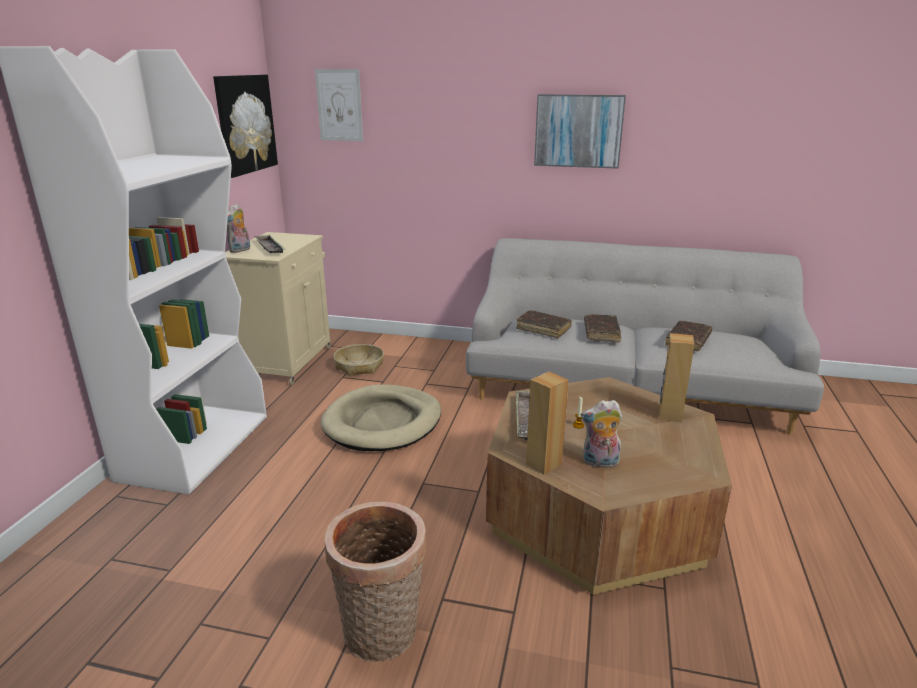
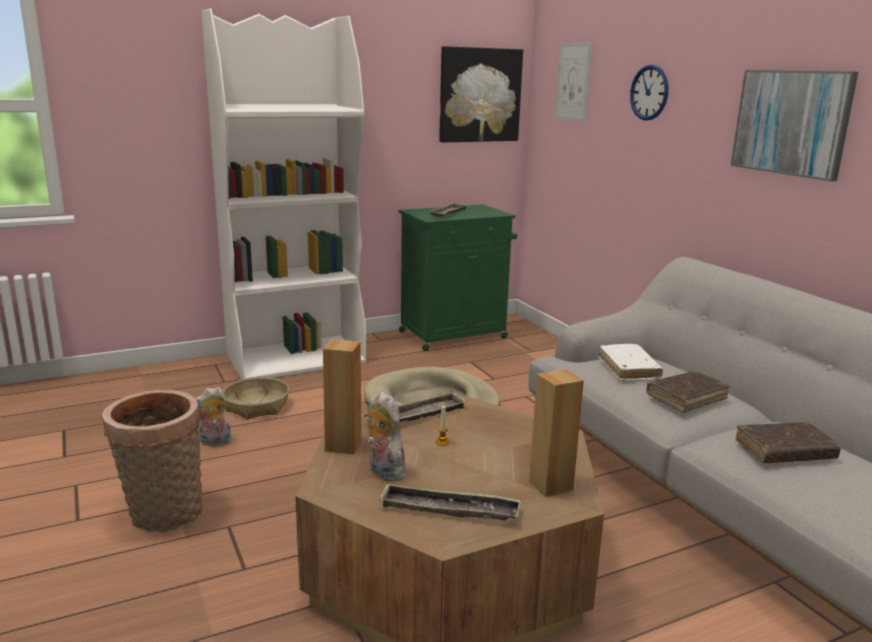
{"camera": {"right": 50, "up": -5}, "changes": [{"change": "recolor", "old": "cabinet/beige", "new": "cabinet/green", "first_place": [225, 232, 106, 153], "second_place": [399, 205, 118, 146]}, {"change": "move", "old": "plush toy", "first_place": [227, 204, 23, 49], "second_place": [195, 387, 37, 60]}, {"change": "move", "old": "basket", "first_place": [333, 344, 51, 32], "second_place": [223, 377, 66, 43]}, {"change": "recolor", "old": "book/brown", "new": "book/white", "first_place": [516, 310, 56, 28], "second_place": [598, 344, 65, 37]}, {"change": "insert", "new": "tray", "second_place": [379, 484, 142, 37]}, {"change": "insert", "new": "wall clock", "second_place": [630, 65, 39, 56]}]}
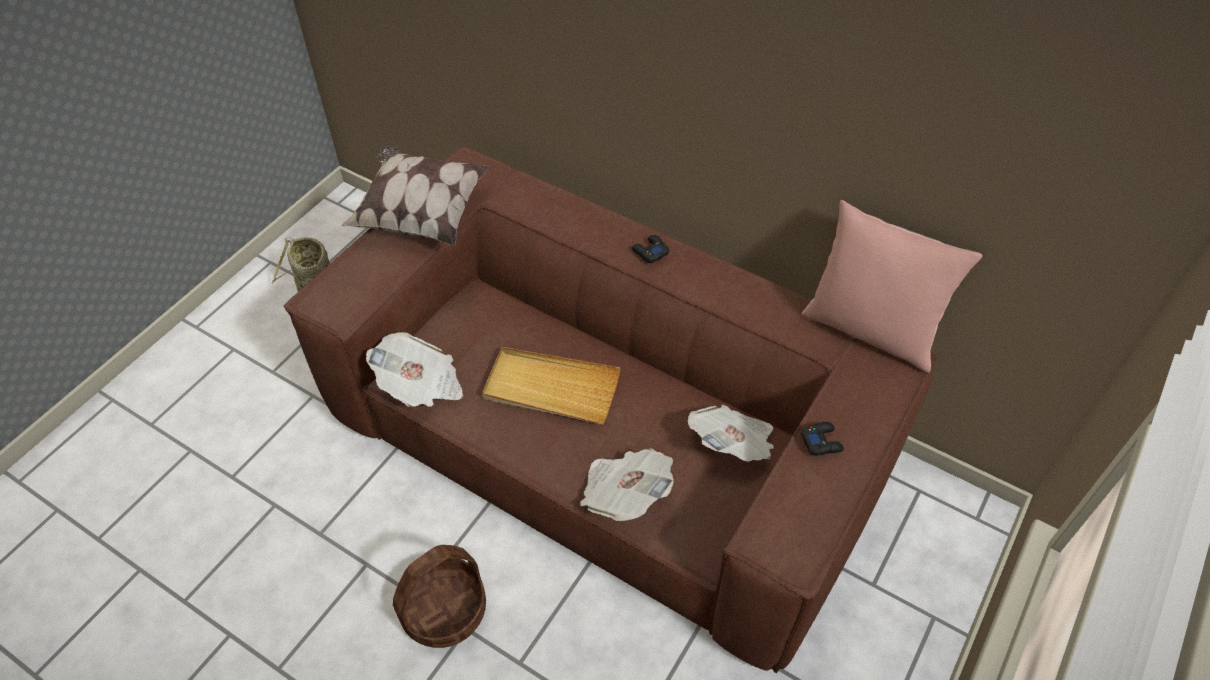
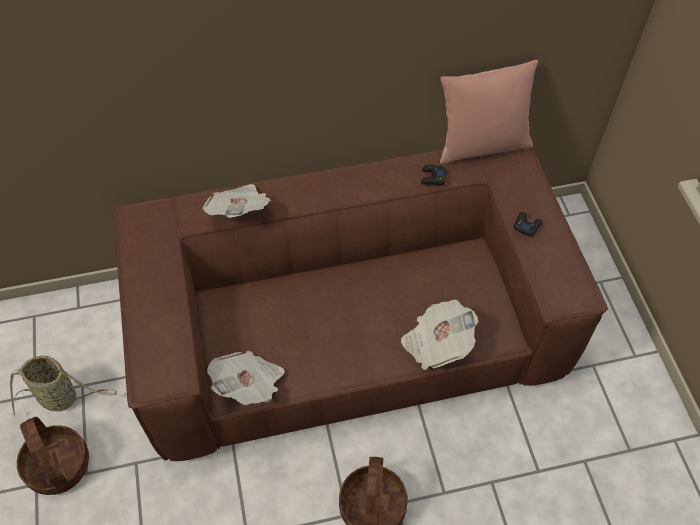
{"camera": {"right": -45, "up": 5}, "changes": [{"change": "delete", "old": "pillow", "first_place": [342, 146, 148, 100]}, {"change": "delete", "old": "tray/beige", "first_place": [482, 347, 139, 78]}, {"change": "move", "old": "game controller/black", "first_place": [632, 235, 37, 28], "second_place": [421, 165, 26, 20]}, {"change": "move", "old": "newspaper", "first_place": [688, 405, 86, 57], "second_place": [202, 184, 69, 34]}, {"change": "insert", "new": "basket", "second_place": [17, 417, 72, 78]}]}
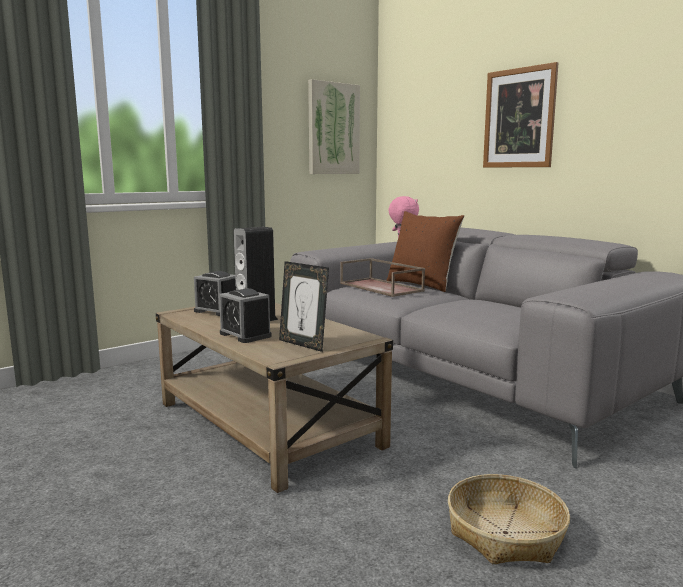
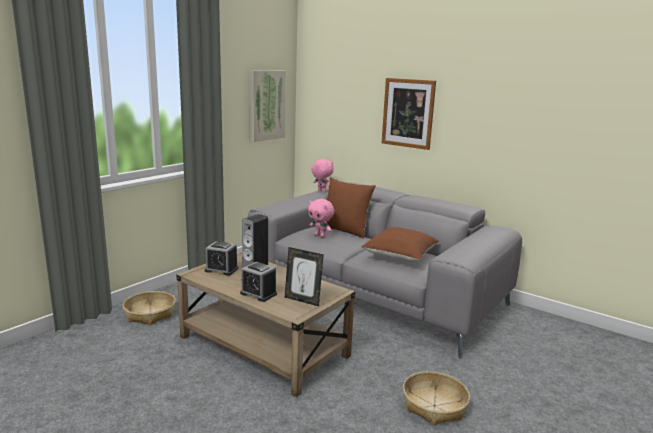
{"camera": {"right": -15, "up": 5}, "changes": [{"change": "replace", "old": "tray/brown", "new": "plush toy/pink", "first_place": [340, 258, 85, 39], "second_place": [308, 199, 26, 39]}, {"change": "insert", "new": "basket", "second_place": [123, 291, 53, 34]}, {"change": "insert", "new": "pillow/brown", "second_place": [361, 227, 78, 35]}]}
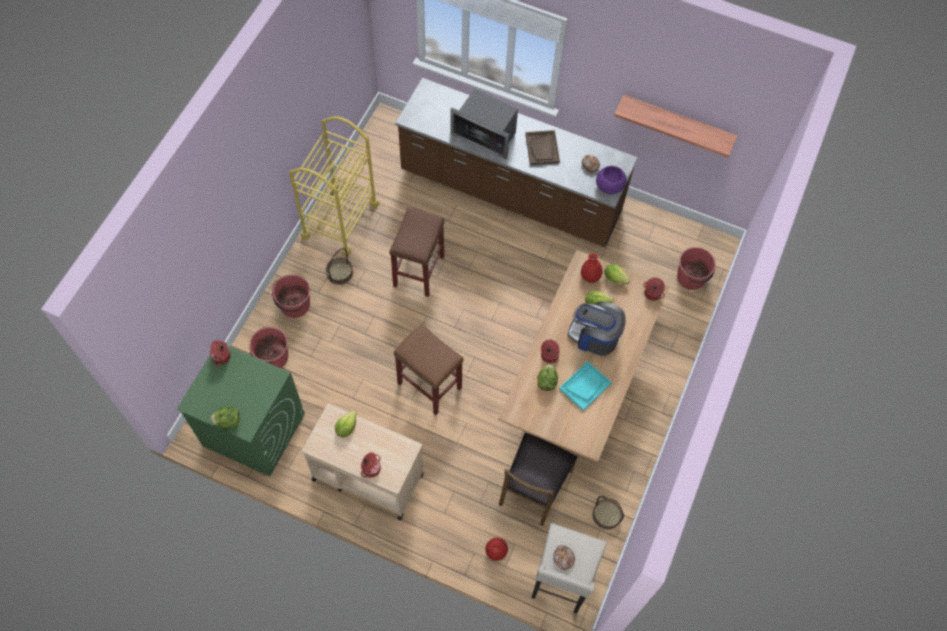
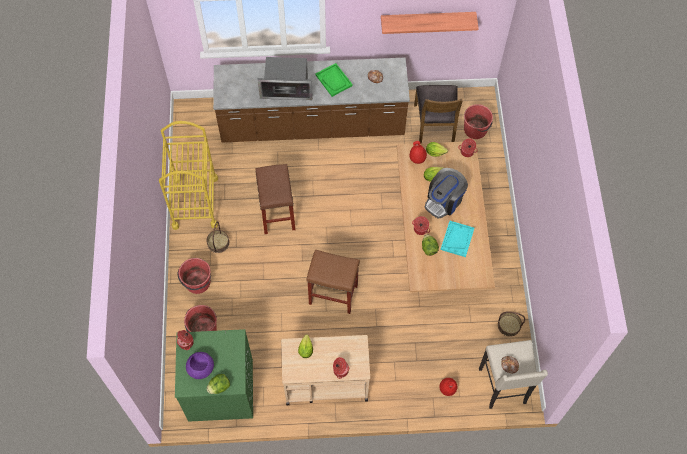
{"camera": {"right": -25, "up": 0}, "changes": [{"change": "move", "old": "chair/brown", "first_place": [499, 433, 79, 93], "second_place": [414, 85, 49, 58]}, {"change": "recolor", "old": "tray/brown", "new": "tray/green", "first_place": [525, 130, 35, 35], "second_place": [316, 63, 37, 34]}, {"change": "rotate", "old": "coffee machine", "first_place": [568, 302, 58, 54], "second_place": [425, 168, 43, 51], "degrees": -45}, {"change": "move", "old": "bowl/purple", "first_place": [596, 166, 31, 28], "second_place": [186, 352, 28, 27]}]}
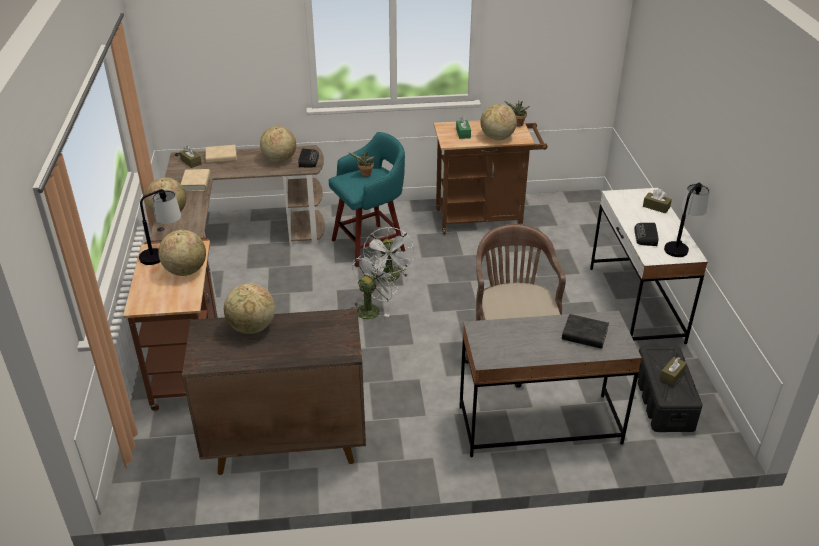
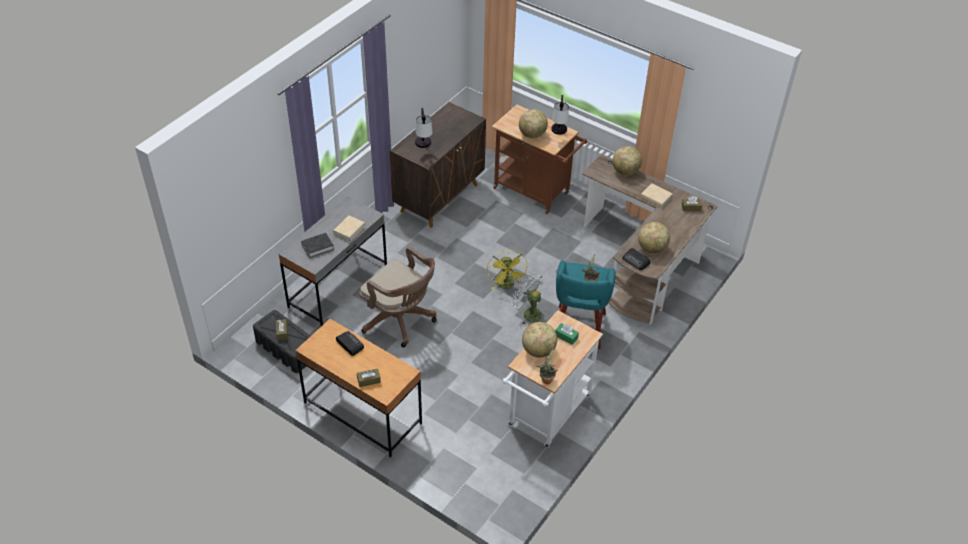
{"camera": {"right": 130, "up": 10}, "changes": [{"change": "move", "old": "book/beige", "first_place": [206, 145, 31, 19], "second_place": [333, 215, 32, 27]}, {"change": "delete", "old": "globe", "first_place": [224, 283, 51, 51]}, {"change": "recolor", "old": "fan/white", "new": "fan/yellow", "first_place": [349, 253, 48, 66], "second_place": [487, 250, 41, 39]}, {"change": "recolor", "old": "cart/brown", "new": "cart/white", "first_place": [434, 120, 114, 115], "second_place": [503, 310, 100, 138]}, {"change": "recolor", "old": "desk/white", "new": "desk/brown", "first_place": [590, 188, 118, 156], "second_place": [295, 319, 127, 138]}, {"change": "move", "old": "table lamp", "first_place": [664, 182, 46, 75], "second_place": [415, 108, 18, 40]}]}
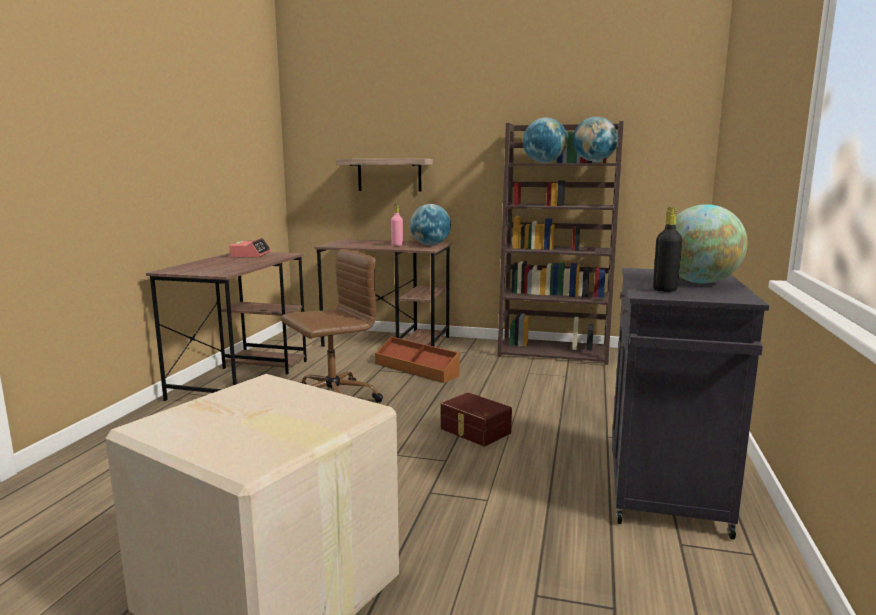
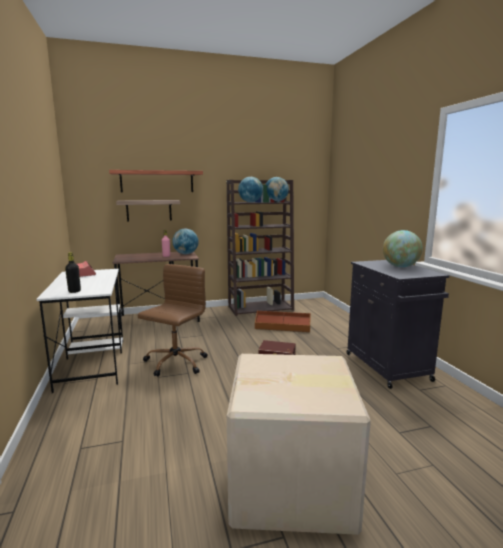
{"camera": {"right": -30, "up": 0}, "changes": [{"change": "recolor", "old": "desk/brown", "new": "desk/white", "first_place": [146, 252, 161, 149], "second_place": [36, 269, 87, 124]}, {"change": "move", "old": "storage box/brown", "first_place": [375, 336, 85, 47], "second_place": [255, 311, 56, 21]}, {"change": "move", "old": "bottle/black", "first_place": [653, 207, 30, 85], "second_place": [65, 252, 16, 41]}, {"change": "insert", "new": "shelf", "second_place": [109, 170, 94, 23]}]}
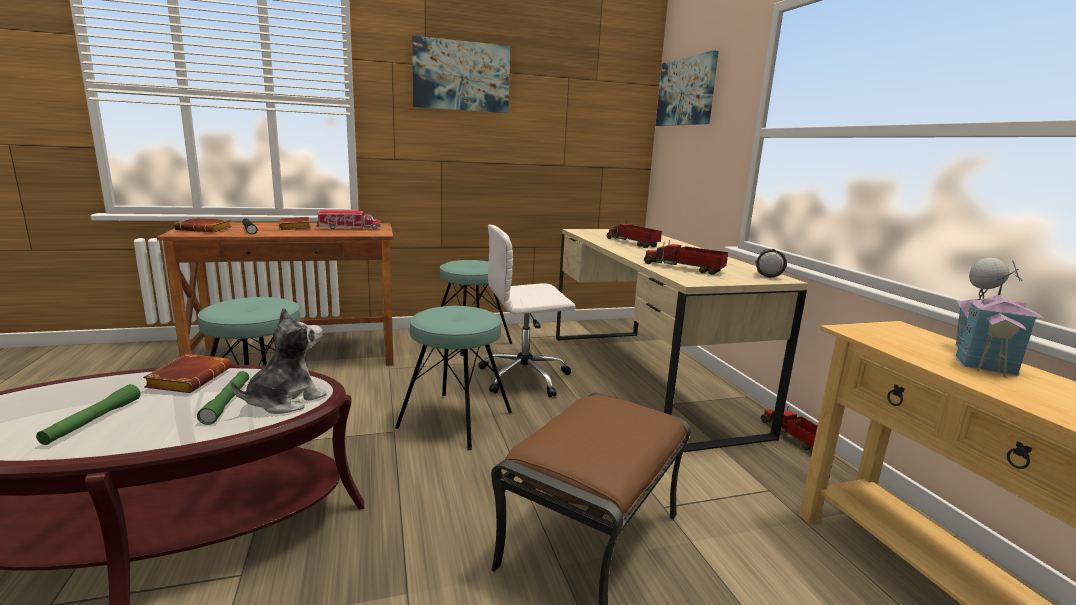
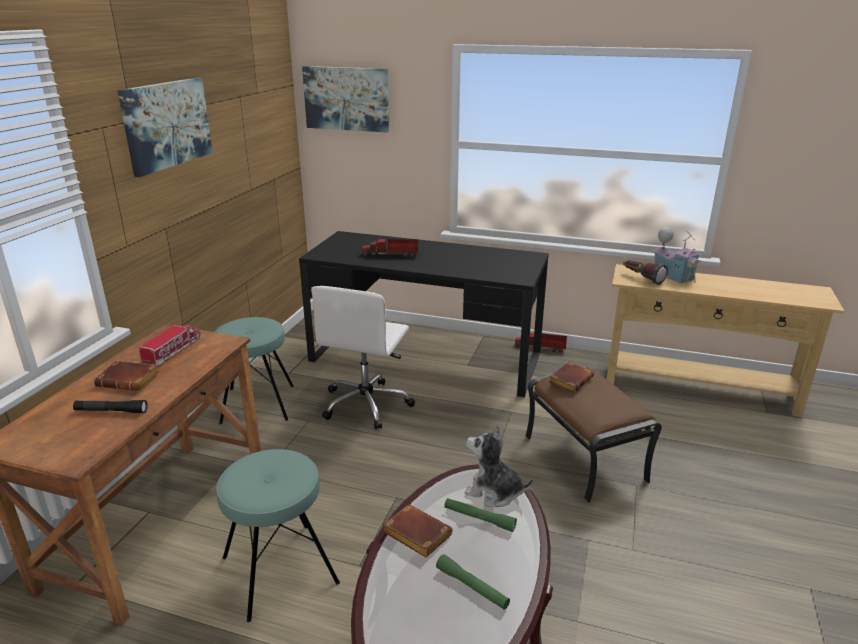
{"camera": {"right": -55, "up": 10}, "changes": [{"change": "move", "old": "book/brown", "first_place": [174, 218, 58, 14], "second_place": [549, 362, 45, 31]}, {"change": "rotate", "old": "plush toy", "first_place": [231, 307, 96, 107], "second_place": [465, 426, 68, 81], "degrees": -45}, {"change": "delete", "old": "stool/turquoise", "first_place": [395, 306, 117, 144]}, {"change": "recolor", "old": "desk/beige", "new": "desk/black", "first_place": [556, 229, 252, 223], "second_place": [299, 231, 250, 166]}, {"change": "delete", "old": "toy truck", "first_place": [644, 240, 84, 35]}, {"change": "move", "old": "flashlight", "first_place": [755, 249, 32, 29], "second_place": [623, 260, 45, 25]}]}
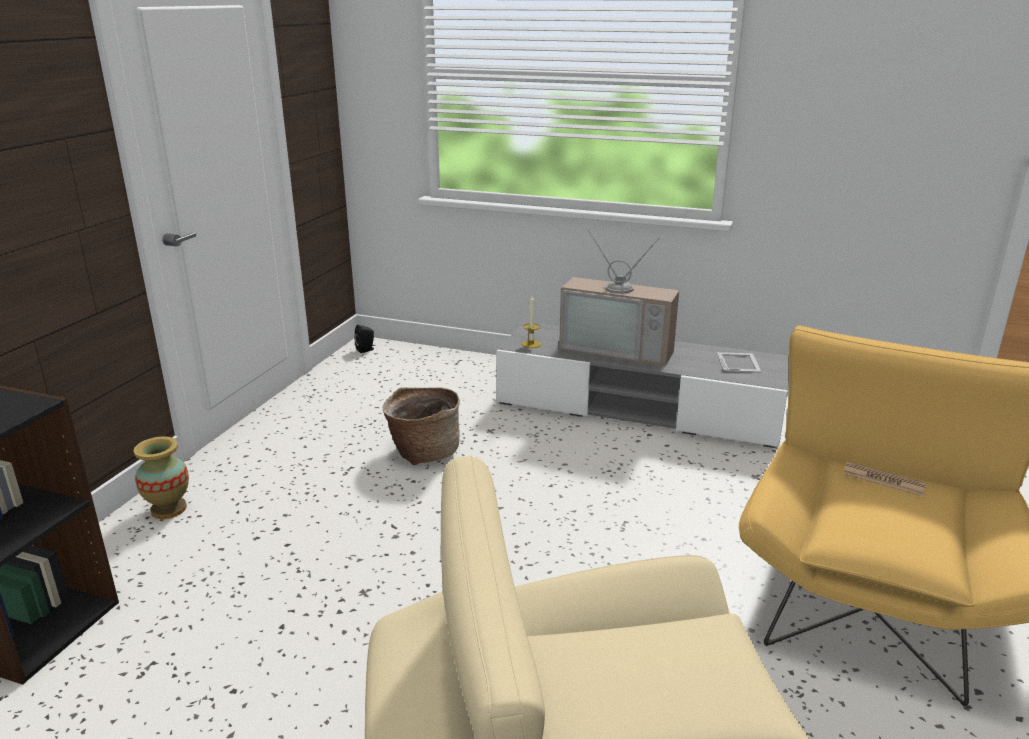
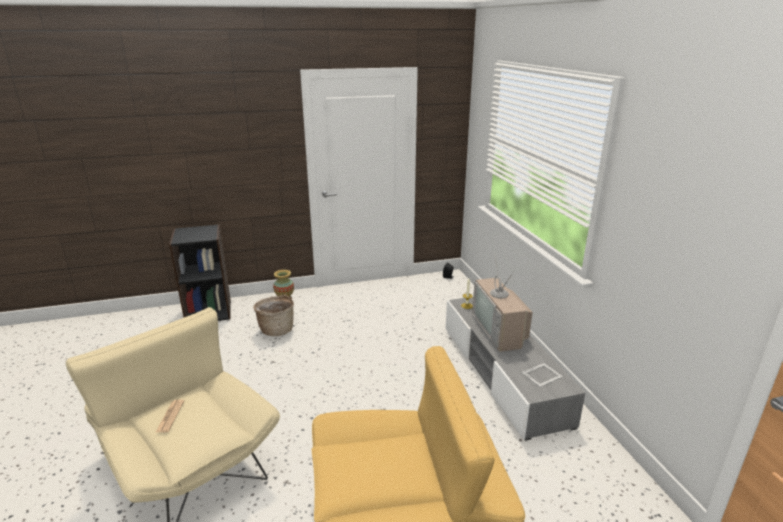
{"camera": {"right": 55, "up": 0}, "changes": [{"change": "move", "old": "basket", "first_place": [382, 387, 78, 78], "second_place": [253, 295, 41, 41]}, {"change": "move", "old": "newspaper", "first_place": [843, 462, 84, 35], "second_place": [156, 399, 28, 33]}]}
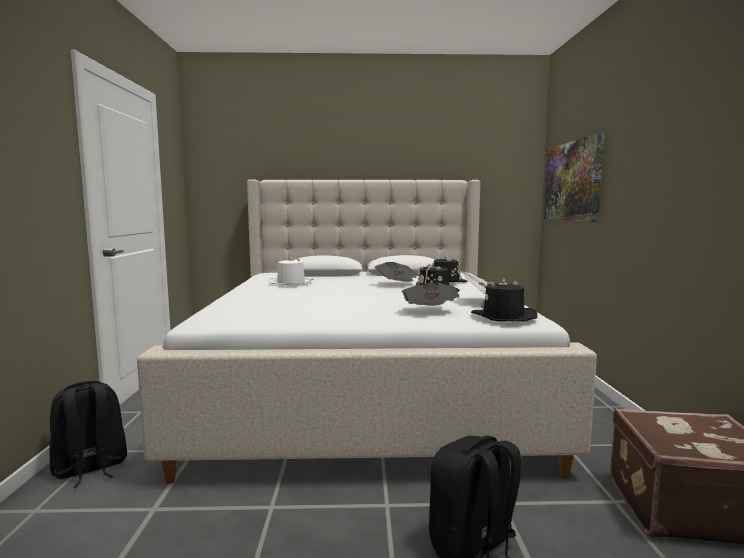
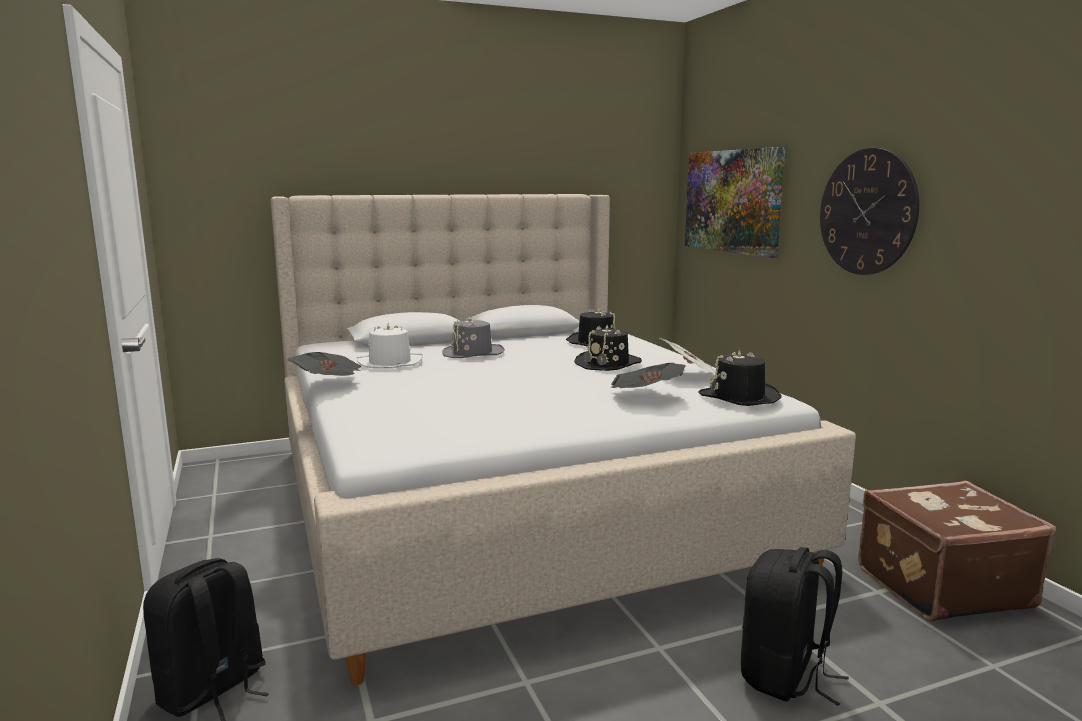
{"camera": {"right": -20, "up": 5}, "changes": [{"change": "move", "old": "newspaper", "first_place": [375, 262, 42, 20], "second_place": [287, 352, 74, 24]}, {"change": "insert", "new": "hat/grey", "second_place": [443, 316, 62, 42]}, {"change": "insert", "new": "wall clock", "second_place": [820, 148, 99, 127]}]}
